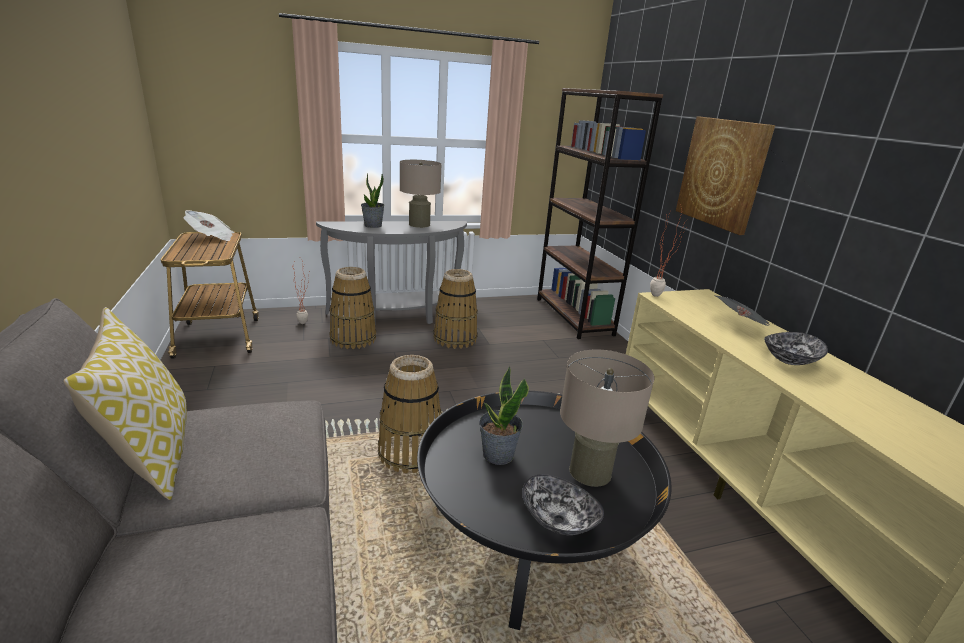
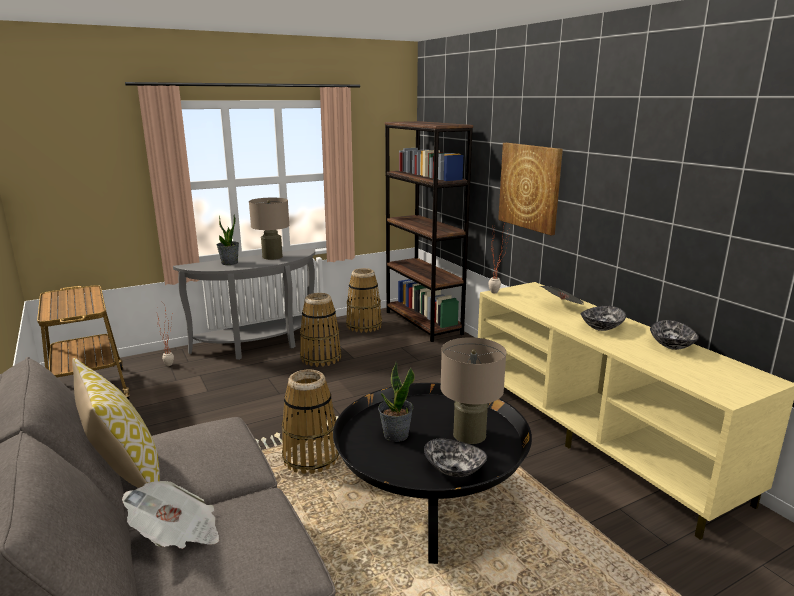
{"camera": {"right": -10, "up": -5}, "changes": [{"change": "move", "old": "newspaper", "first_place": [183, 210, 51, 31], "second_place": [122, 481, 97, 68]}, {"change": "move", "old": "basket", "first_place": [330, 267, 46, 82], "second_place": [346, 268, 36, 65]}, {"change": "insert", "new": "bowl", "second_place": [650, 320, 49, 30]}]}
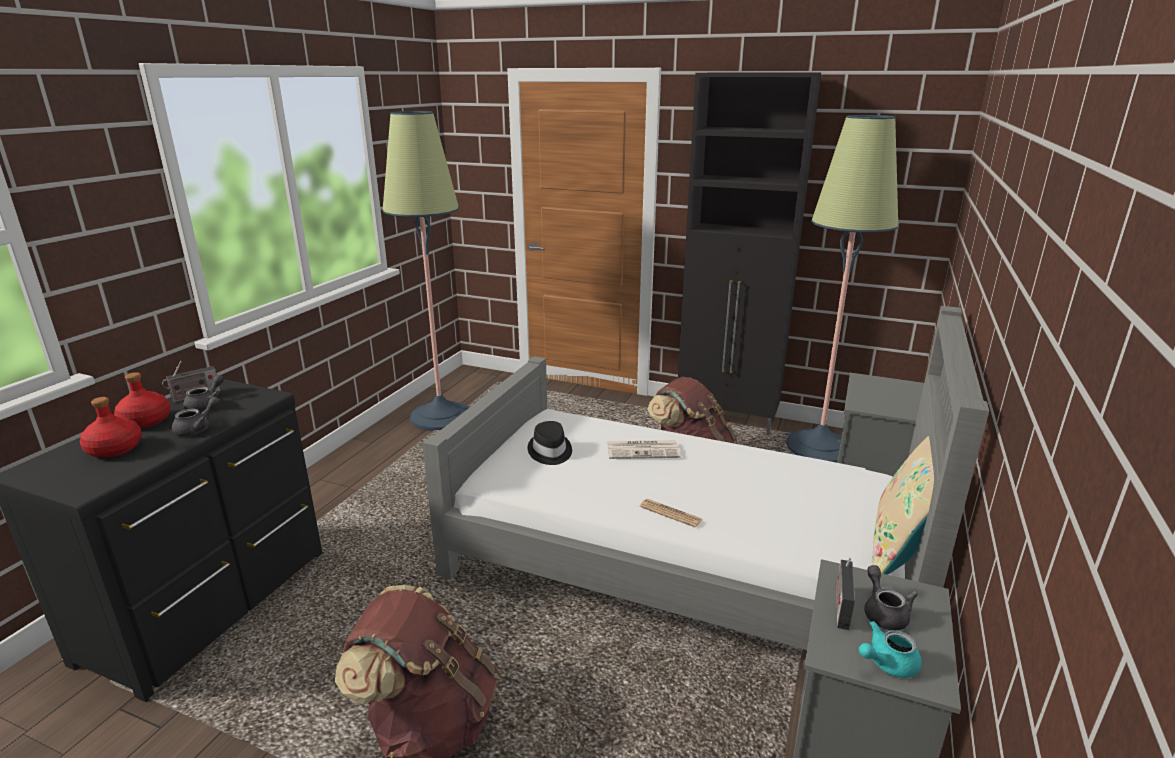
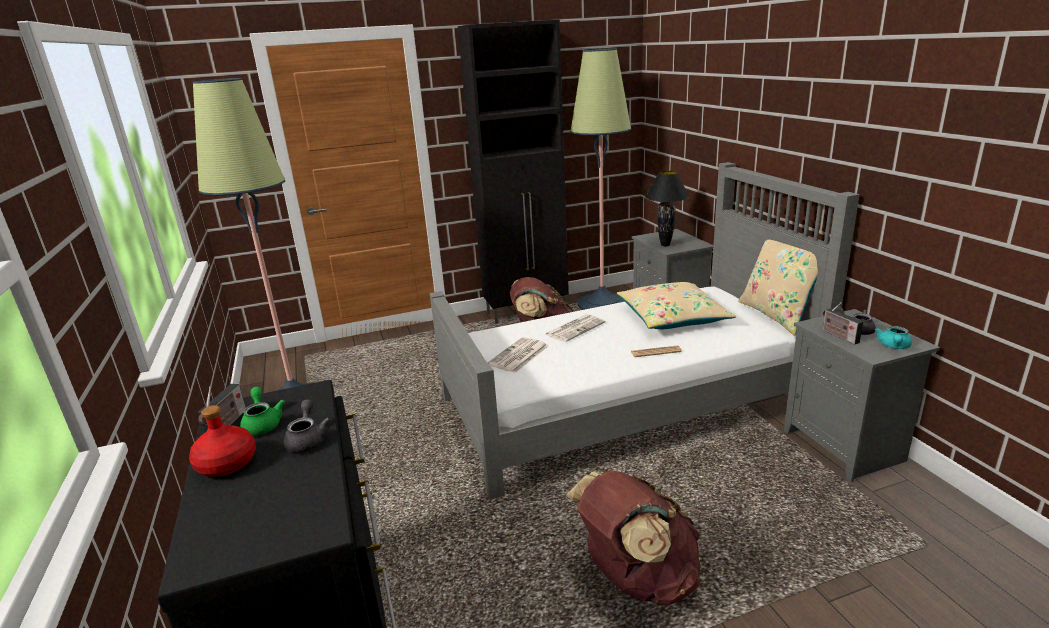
{"camera": {"right": -40, "up": 0}, "changes": [{"change": "delete", "old": "bottle/red", "first_place": [80, 397, 62, 61]}, {"change": "recolor", "old": "teapot/grey", "new": "teapot/green", "first_place": [183, 375, 41, 36], "second_place": [240, 387, 45, 48]}, {"change": "replace", "old": "hat/black", "new": "newspaper", "first_place": [527, 421, 45, 44], "second_place": [487, 337, 61, 36]}, {"change": "insert", "new": "pillow/beige", "second_place": [617, 282, 119, 47]}, {"change": "insert", "new": "table lamp/black", "second_place": [645, 171, 44, 75]}]}
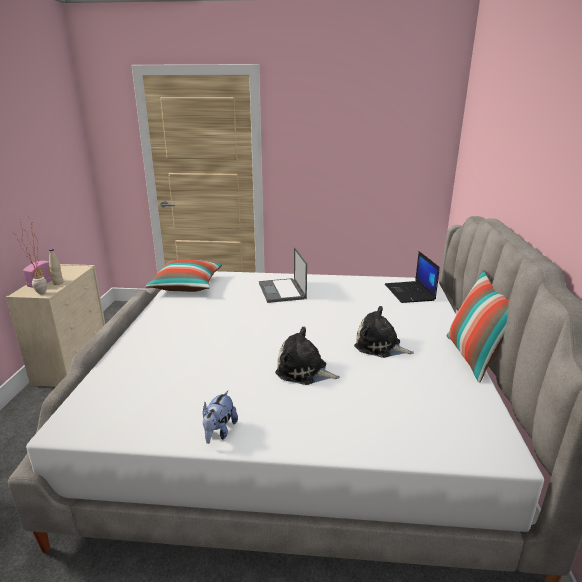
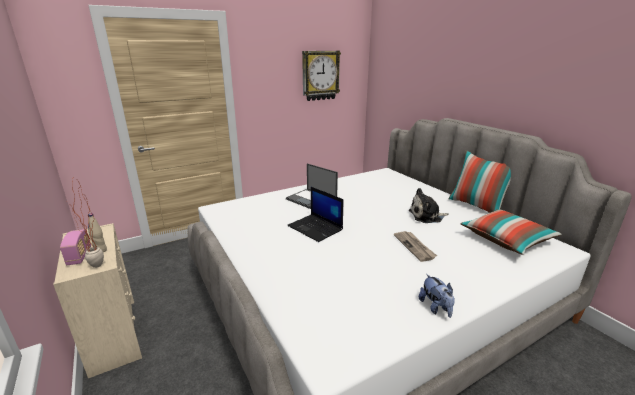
{"camera": {"right": -35, "up": 0}, "changes": [{"change": "move", "old": "pillow", "first_place": [146, 260, 76, 32], "second_place": [460, 209, 102, 46]}, {"change": "replace", "old": "plush toy", "new": "newspaper", "first_place": [275, 327, 65, 58], "second_place": [394, 231, 43, 31]}, {"change": "move", "old": "laptop", "first_place": [385, 251, 55, 52], "second_place": [287, 187, 56, 55]}, {"change": "insert", "new": "wall clock", "second_place": [302, 51, 39, 50]}]}
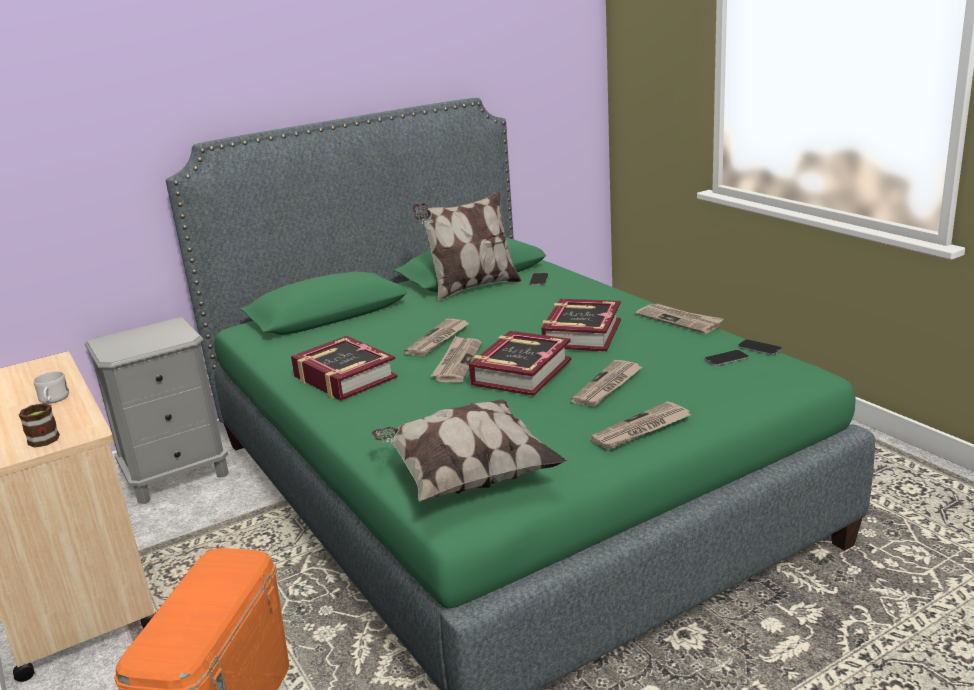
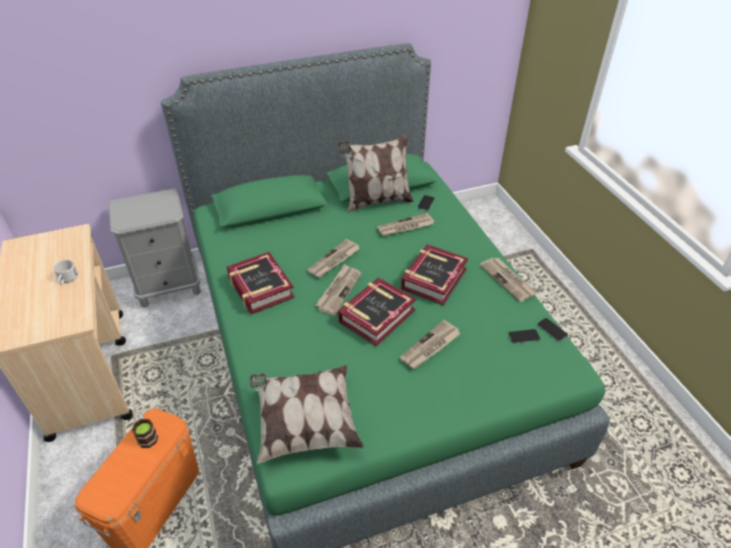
{"camera": {"right": 10, "up": 20}, "changes": [{"change": "move", "old": "mug", "first_place": [19, 403, 41, 45], "second_place": [132, 414, 26, 34]}, {"change": "move", "old": "newspaper", "first_place": [589, 401, 101, 49], "second_place": [377, 213, 57, 24]}]}
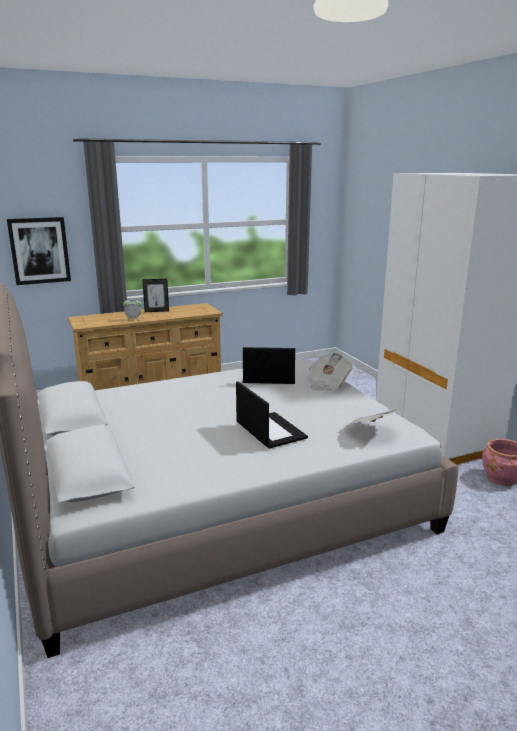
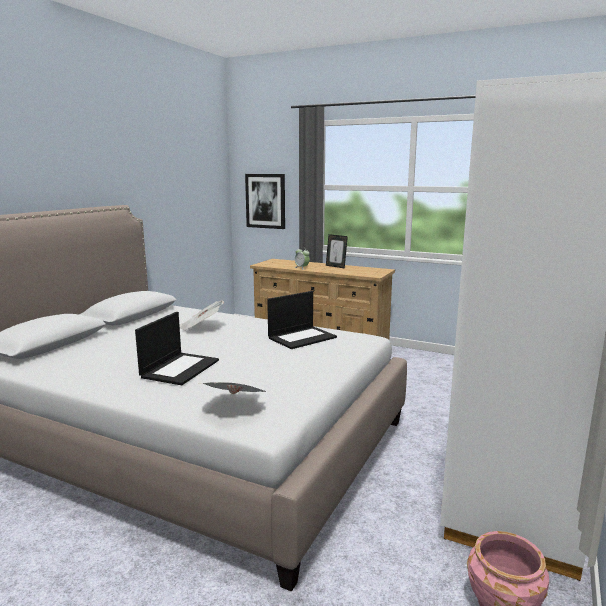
{"camera": {"right": 50, "up": -5}, "changes": [{"change": "rotate", "old": "laptop", "first_place": [243, 347, 52, 37], "second_place": [267, 291, 70, 58], "degrees": 90}, {"change": "move", "old": "newspaper", "first_place": [308, 353, 44, 38], "second_place": [179, 301, 45, 30]}]}
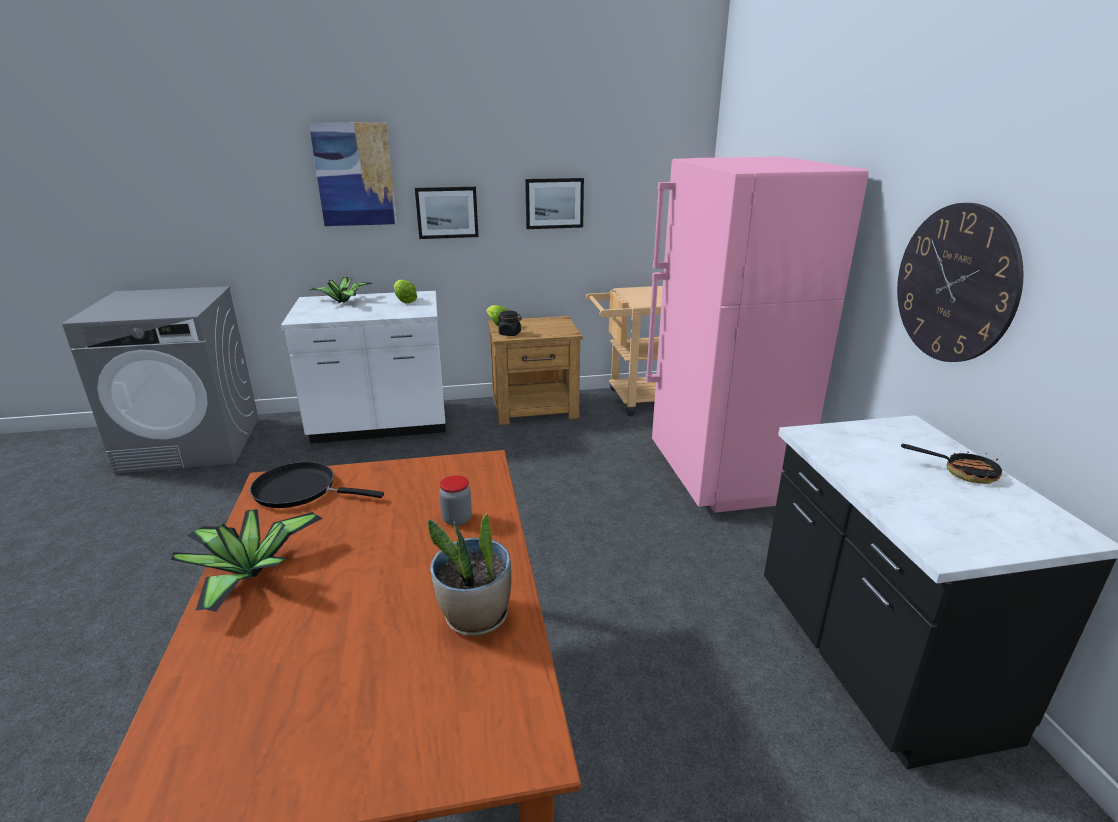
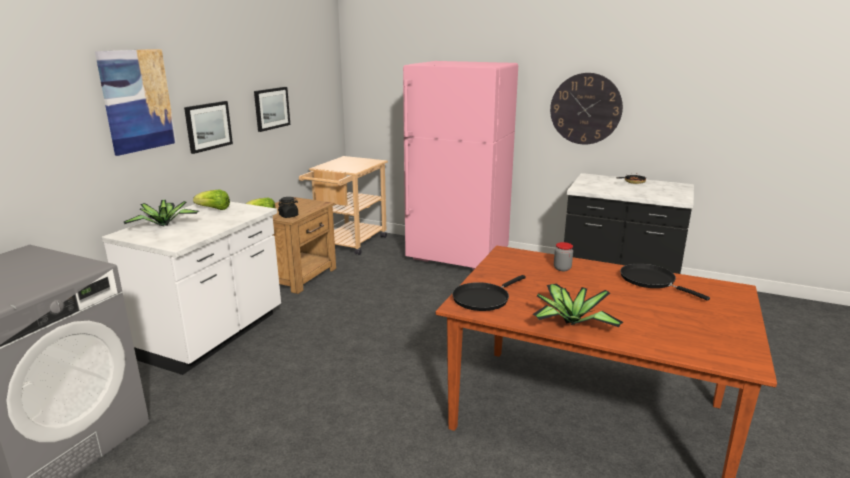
{"camera": {"right": -55, "up": -5}, "changes": [{"change": "replace", "old": "potted plant", "new": "frying pan/black", "first_place": [428, 513, 83, 123], "second_place": [620, 264, 90, 37]}]}
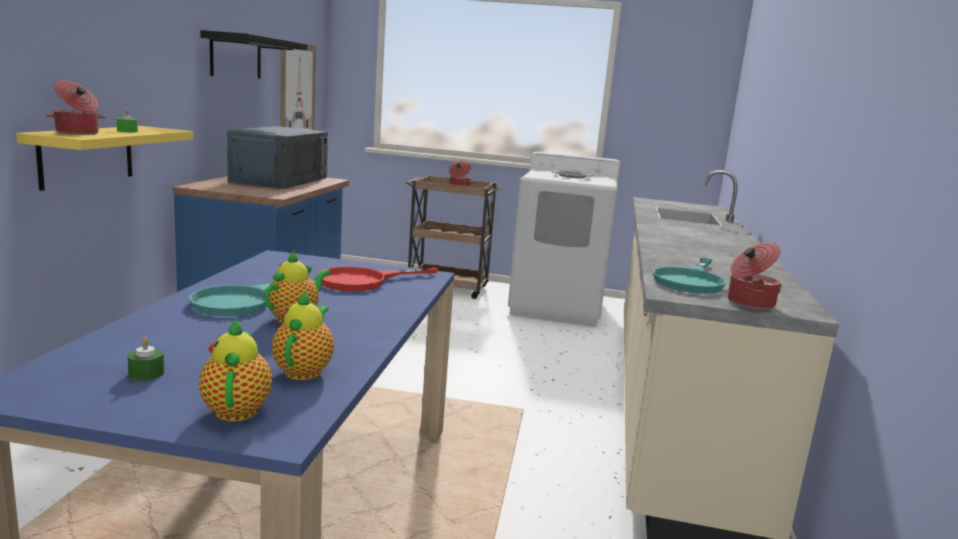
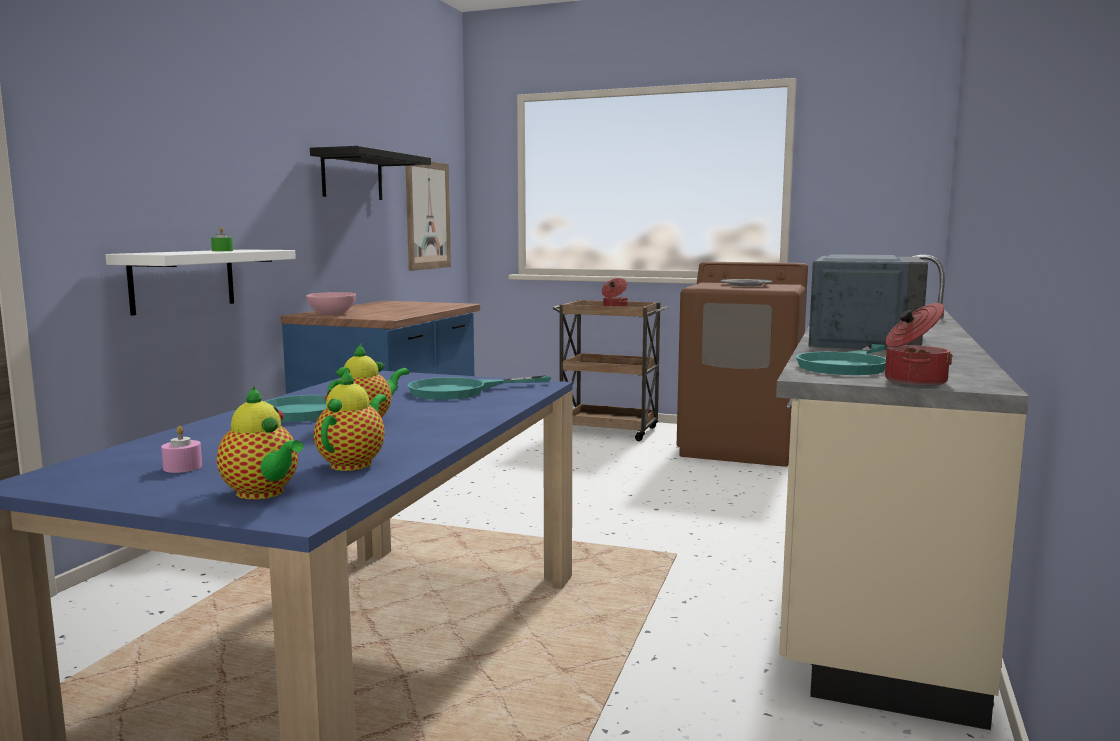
{"camera": {"right": 10, "up": -5}, "changes": [{"change": "recolor", "old": "shelf/yellow", "new": "shelf/white", "first_place": [16, 126, 177, 65], "second_place": [105, 249, 191, 67]}, {"change": "delete", "old": "cooking pot", "first_place": [46, 80, 60, 55]}, {"change": "recolor", "old": "candle/green", "new": "candle/pink", "first_place": [127, 337, 37, 44], "second_place": [161, 426, 41, 47]}, {"change": "rotate", "old": "teapot", "first_place": [199, 317, 73, 105], "second_place": [217, 386, 87, 114], "degrees": 135}, {"change": "move", "old": "microwave/blue", "first_place": [227, 126, 101, 63], "second_place": [809, 254, 119, 96]}, {"change": "recolor", "old": "frying pan/red", "new": "frying pan/turquoise", "first_place": [318, 266, 120, 25], "second_place": [408, 375, 143, 25]}, {"change": "recolor", "old": "washing machine/white", "new": "washing machine/brown", "first_place": [508, 152, 112, 175], "second_place": [677, 262, 131, 205]}, {"change": "insert", "new": "bowl/pink", "second_place": [306, 292, 50, 23]}]}
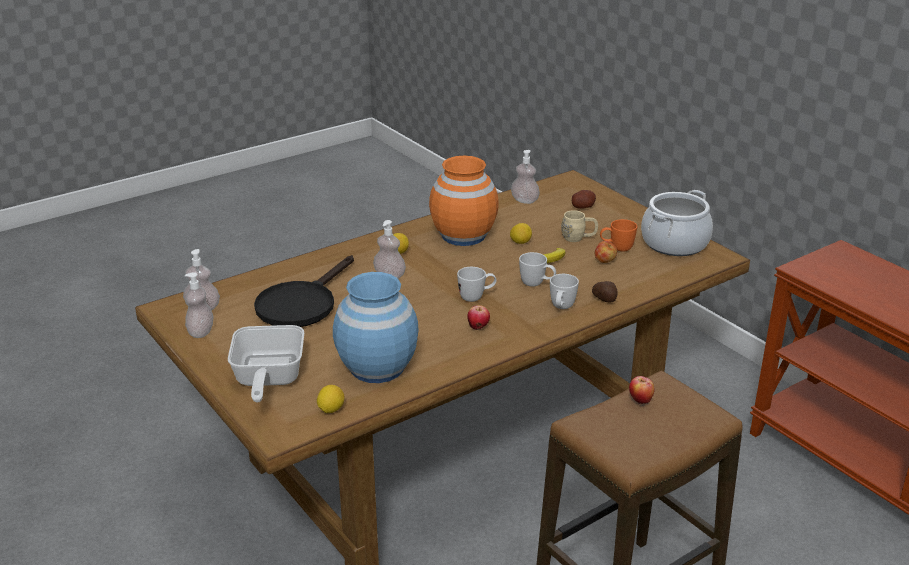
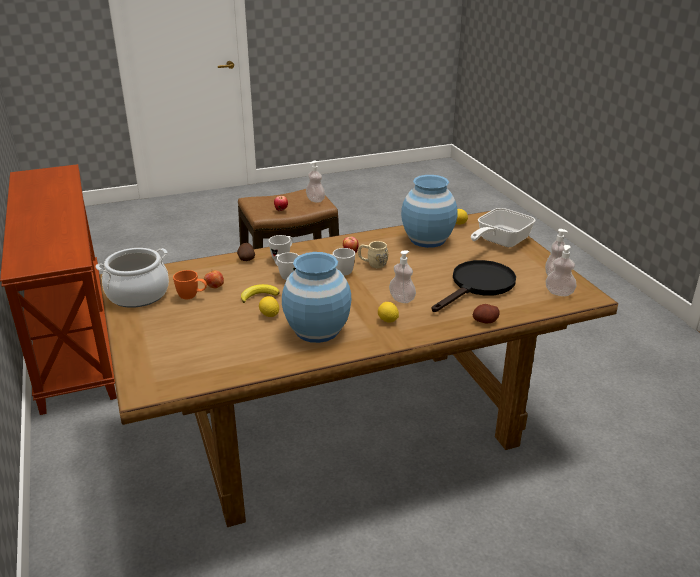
{"camera": {"right": -165, "up": 0}, "changes": [{"change": "rotate", "old": "frying pan", "first_place": [228, 325, 76, 78], "second_place": [471, 208, 65, 39], "degrees": -150}, {"change": "recolor", "old": "vase/orange", "new": "vase/blue", "first_place": [429, 156, 70, 90], "second_place": [282, 252, 69, 91]}, {"change": "move", "old": "soap dispenser", "first_place": [511, 150, 29, 54], "second_place": [306, 161, 19, 42]}, {"change": "move", "old": "mug/beige", "first_place": [561, 210, 37, 32], "second_place": [358, 241, 30, 27]}, {"change": "move", "old": "potato", "first_place": [572, 190, 24, 19], "second_place": [473, 304, 27, 19]}]}
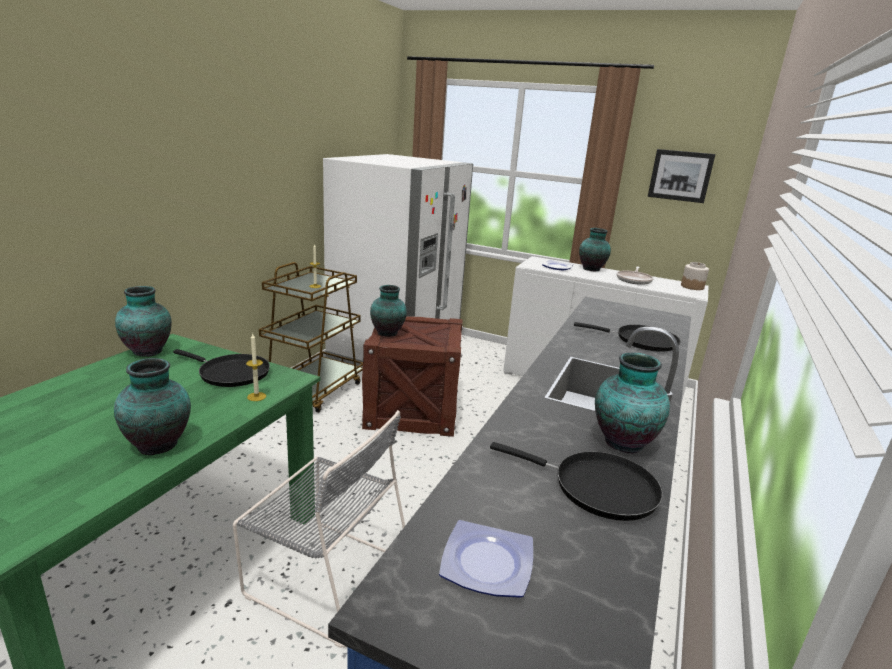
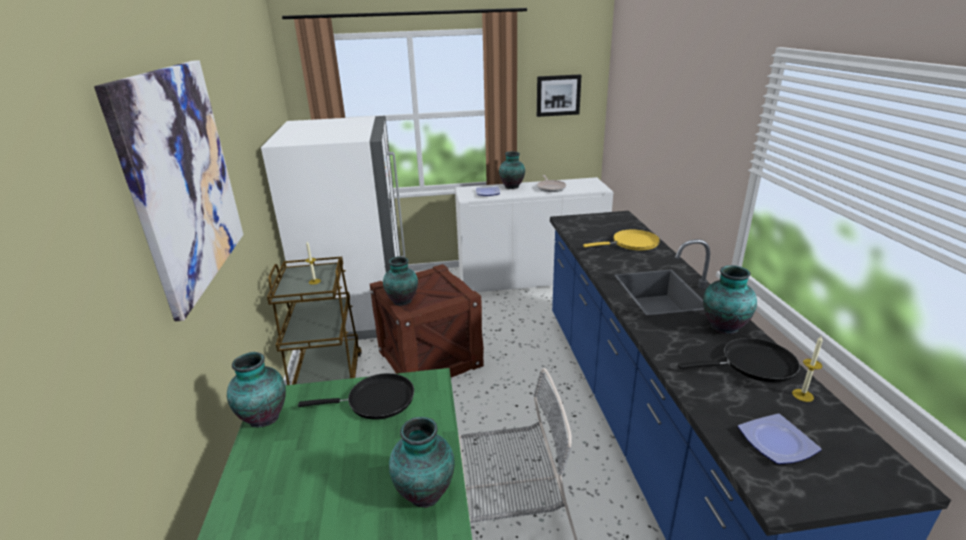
{"camera": {"right": -30, "up": 5}, "changes": [{"change": "move", "old": "candle", "first_place": [246, 334, 20, 67], "second_place": [792, 335, 31, 67]}, {"change": "recolor", "old": "frying pan/black", "new": "frying pan/yellow", "first_place": [574, 322, 107, 30], "second_place": [583, 229, 77, 21]}, {"change": "delete", "old": "jar", "first_place": [681, 262, 28, 28]}, {"change": "insert", "new": "picture", "second_place": [94, 60, 149, 262]}]}
